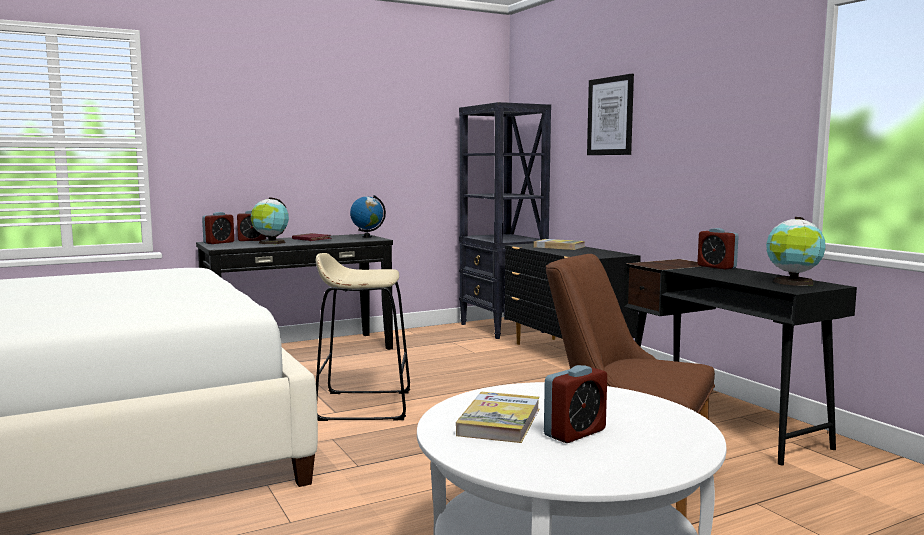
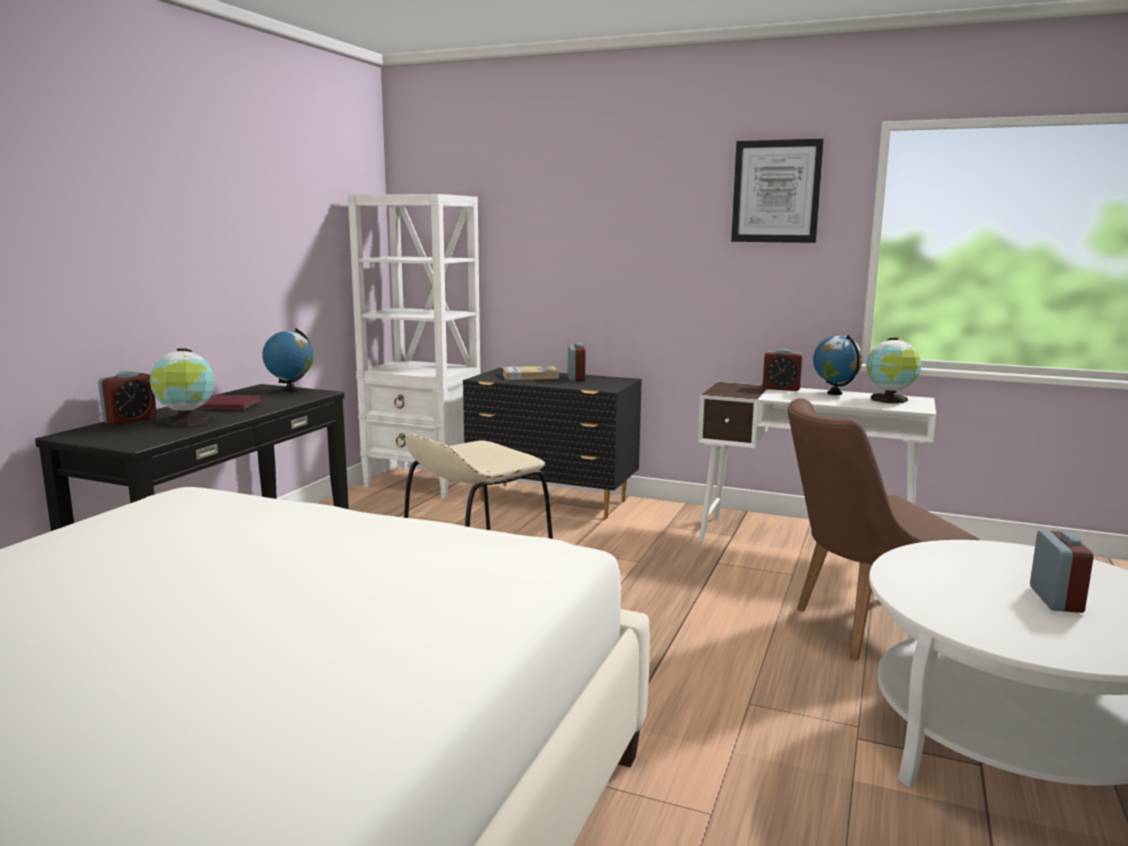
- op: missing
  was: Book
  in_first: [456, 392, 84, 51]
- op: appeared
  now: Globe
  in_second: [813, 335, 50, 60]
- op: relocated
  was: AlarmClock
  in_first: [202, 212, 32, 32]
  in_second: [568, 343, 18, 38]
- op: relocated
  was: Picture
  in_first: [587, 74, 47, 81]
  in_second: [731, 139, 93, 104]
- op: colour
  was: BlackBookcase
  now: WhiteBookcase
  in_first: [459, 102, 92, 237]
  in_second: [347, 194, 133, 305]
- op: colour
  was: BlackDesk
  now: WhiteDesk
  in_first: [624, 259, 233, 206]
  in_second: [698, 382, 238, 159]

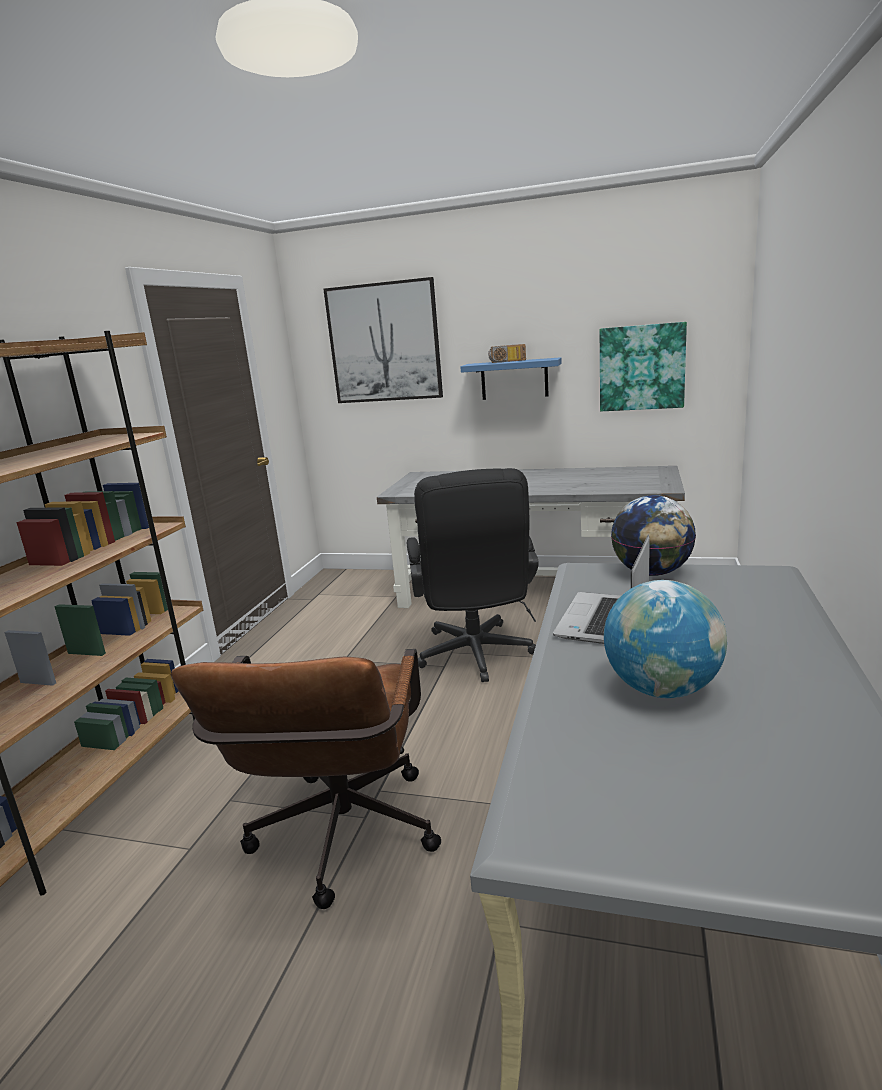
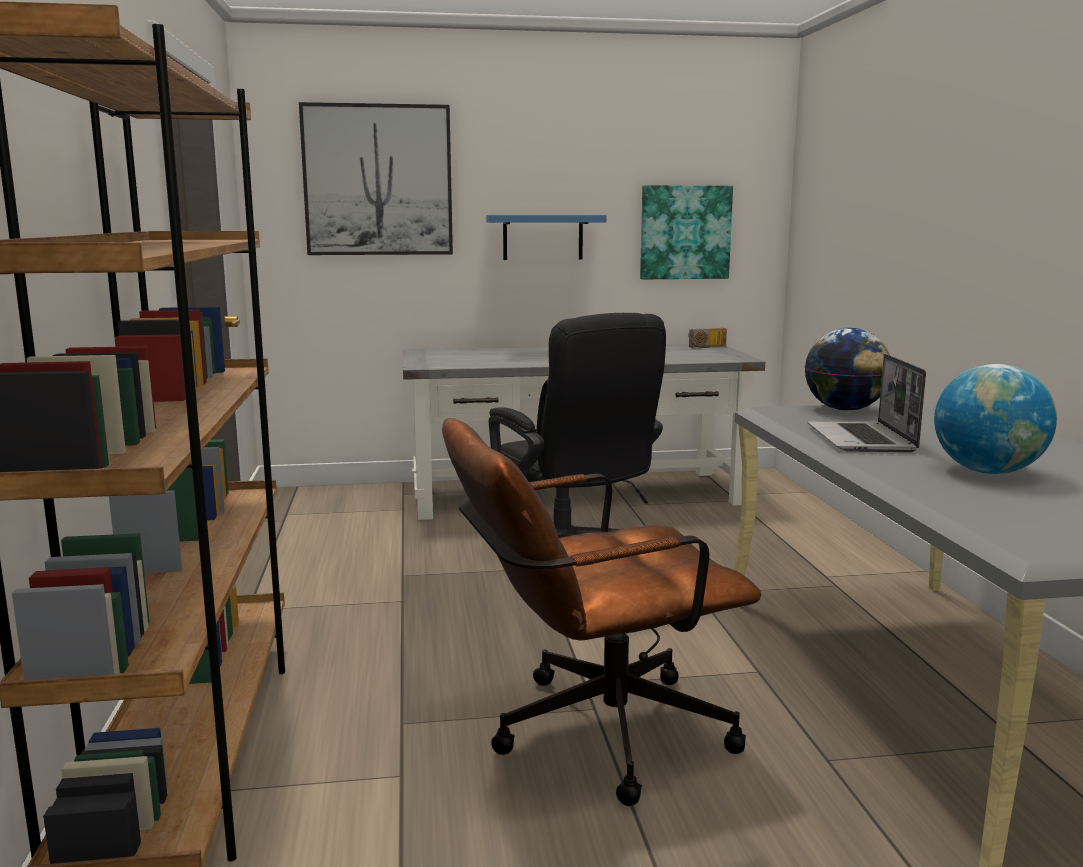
- op: relocated
  was: Radio
  in_first: [488, 344, 38, 19]
  in_second: [688, 328, 39, 20]
- op: spun
  was: BrownOfficeChair
  in_first: [171, 649, 270, 260]
  in_second: [442, 418, 319, 388]
  clockwise: 90

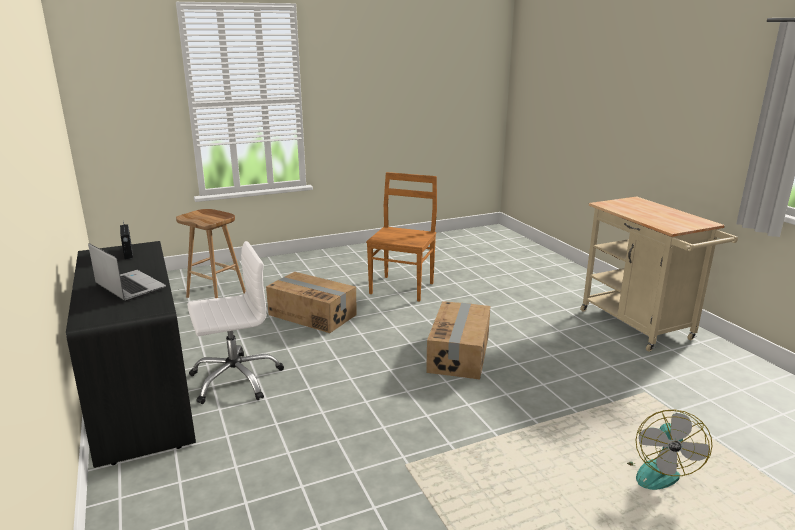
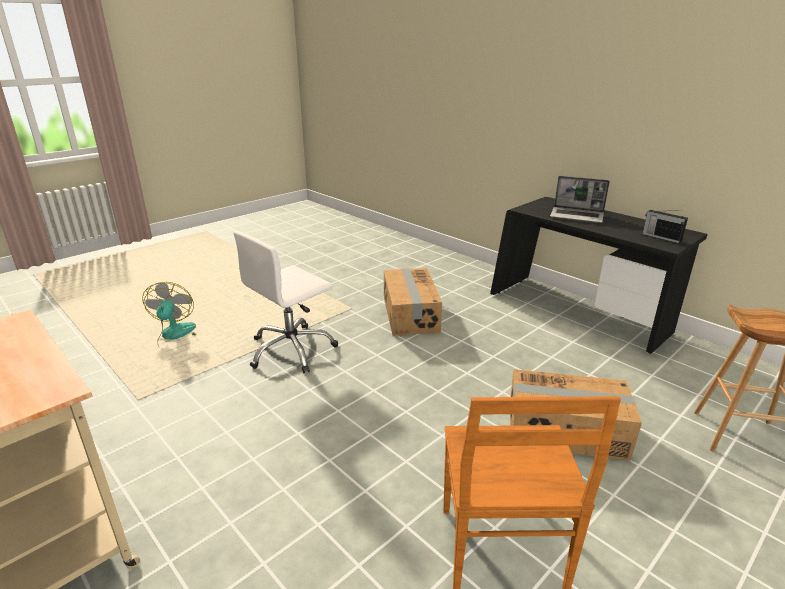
- op: relocated
  was: WhiteOfficeChair
  in_first: [187, 241, 97, 163]
  in_second: [233, 231, 105, 142]
- op: relocated
  was: CardboardBox
  in_first: [426, 301, 65, 79]
  in_second: [384, 268, 58, 67]

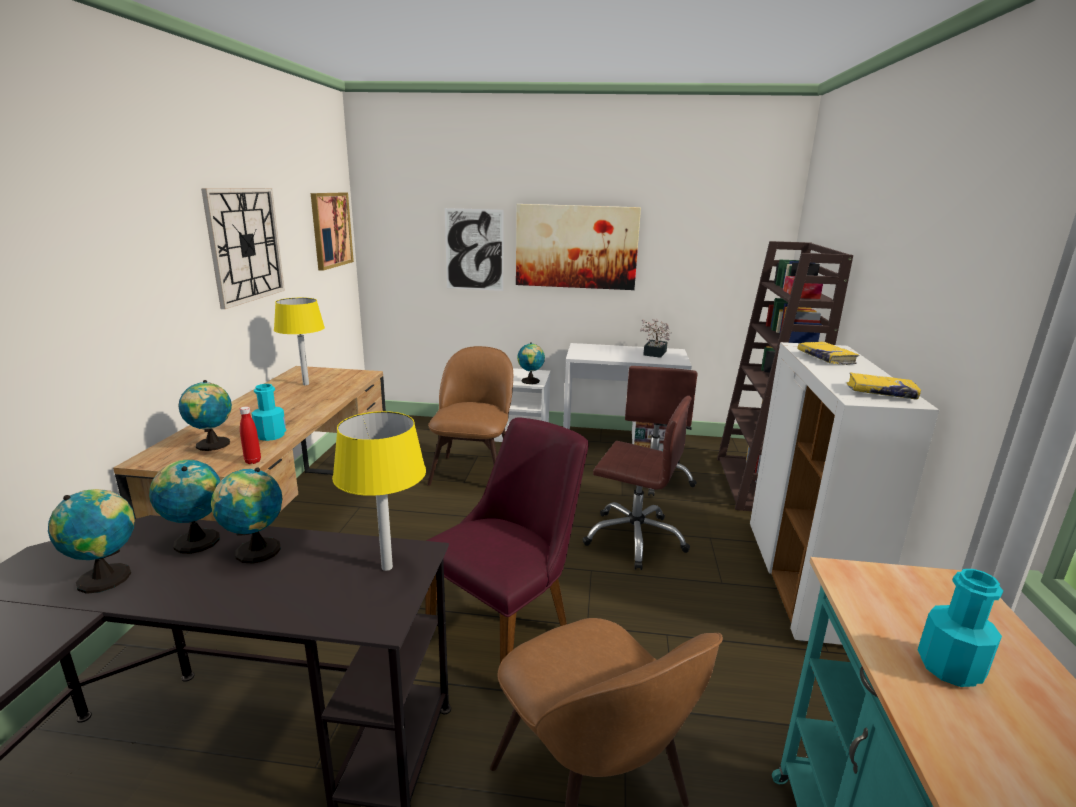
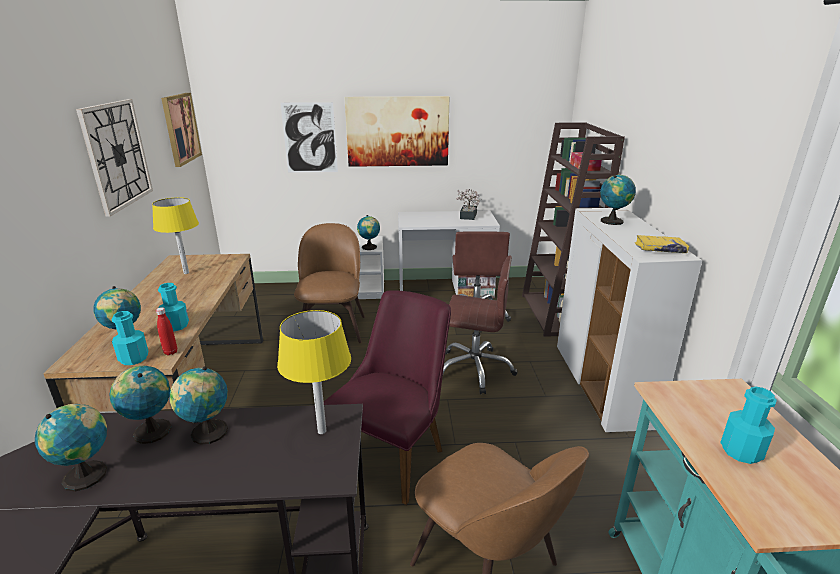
- op: appeared
  now: TurquoiseBottle
  in_second: [112, 311, 36, 54]
- op: exchanged
  was: YellowBook
  now: Globe
  in_first: [797, 342, 62, 23]
  in_second: [600, 175, 36, 50]

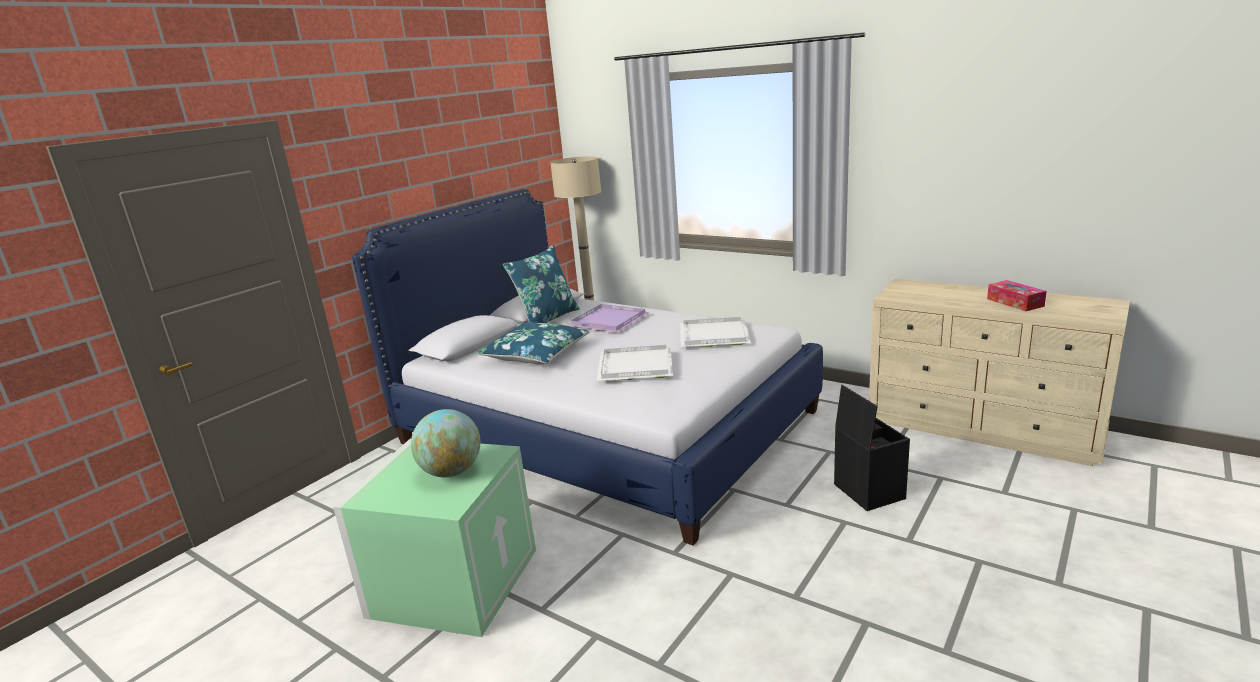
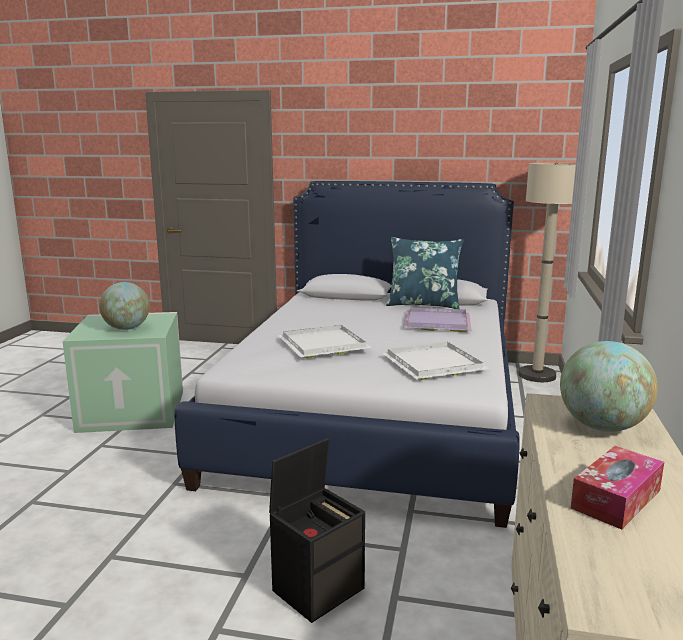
- op: missing
  was: BluePillow
  in_first: [477, 322, 112, 42]
- op: appeared
  now: Globe
  in_second: [560, 341, 98, 91]

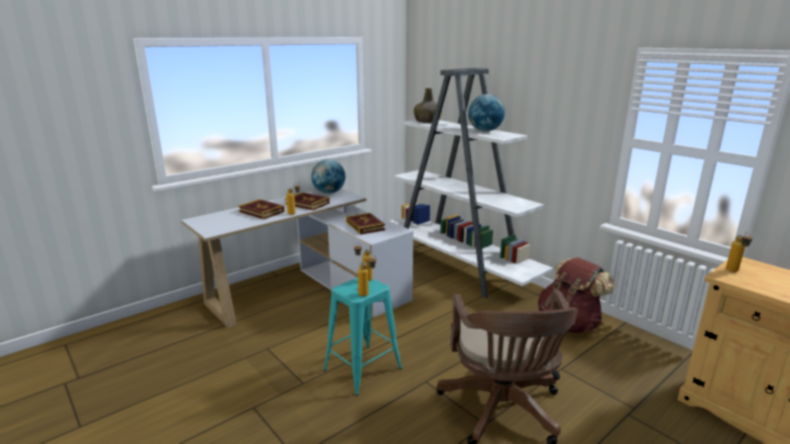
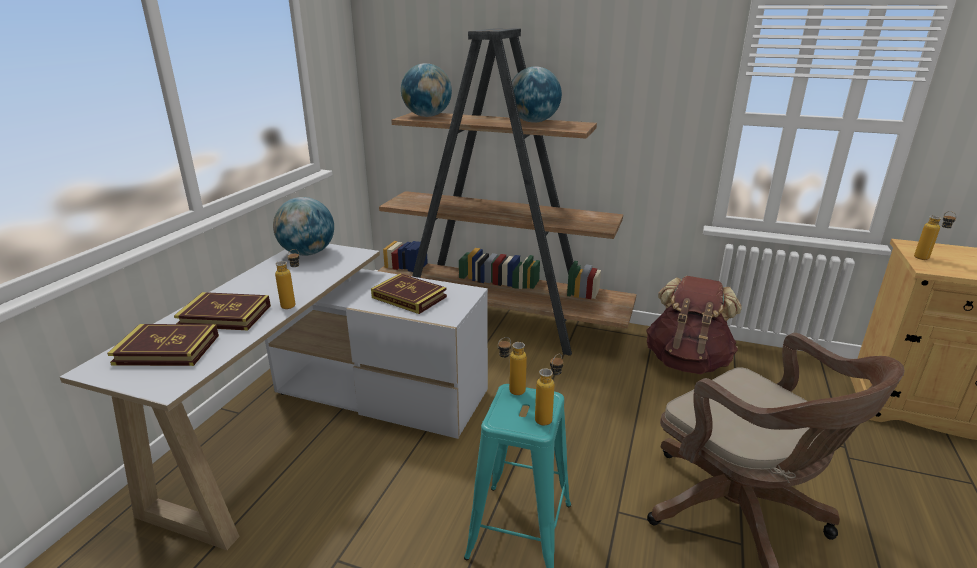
- op: relocated
  was: Book
  in_first: [285, 192, 45, 19]
  in_second: [107, 324, 112, 42]
- op: exchanged
  was: GreenBottle
  now: Globe
  in_first: [414, 88, 28, 35]
  in_second: [401, 63, 51, 54]
- op: colour
  was: WhiteBookcase
  now: BrownBookcase
  in_first: [391, 68, 162, 230]
  in_second: [378, 28, 259, 328]

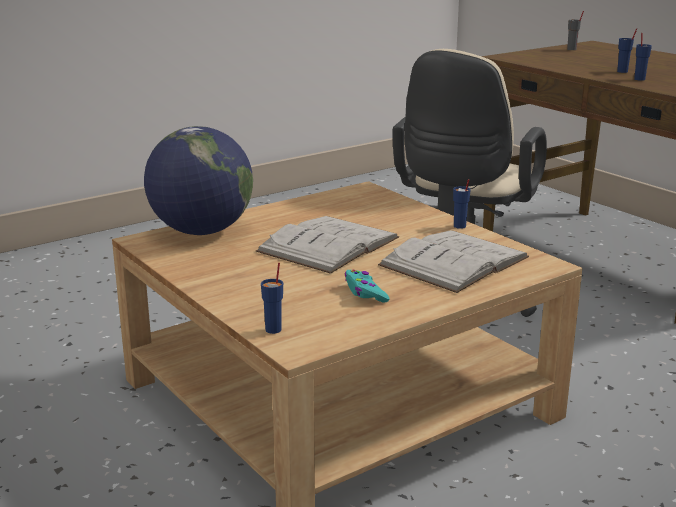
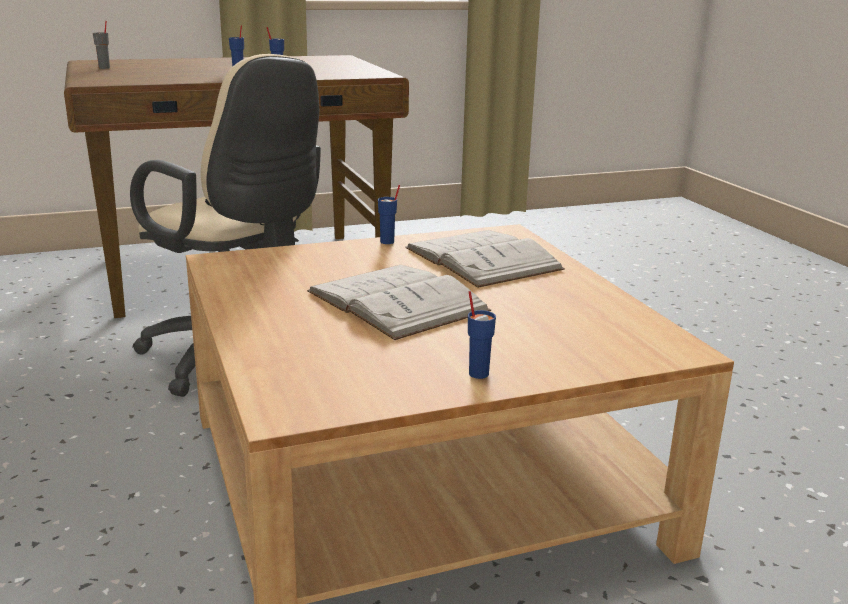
- op: missing
  was: Globe
  in_first: [144, 126, 109, 109]
- op: missing
  was: TurquoiseGameController
  in_first: [345, 270, 45, 33]
- op: relocated
  was: BlueCup
  in_first: [261, 263, 22, 71]
  in_second: [468, 291, 28, 88]

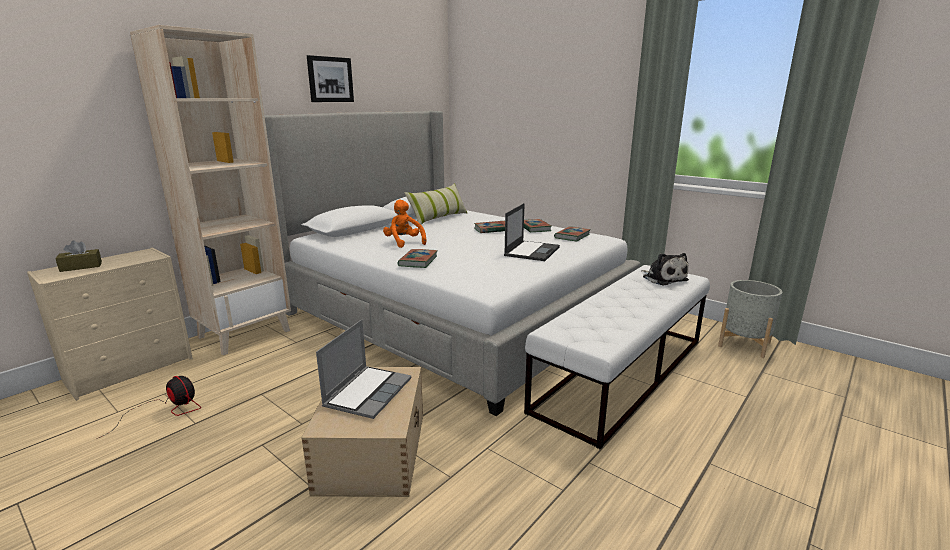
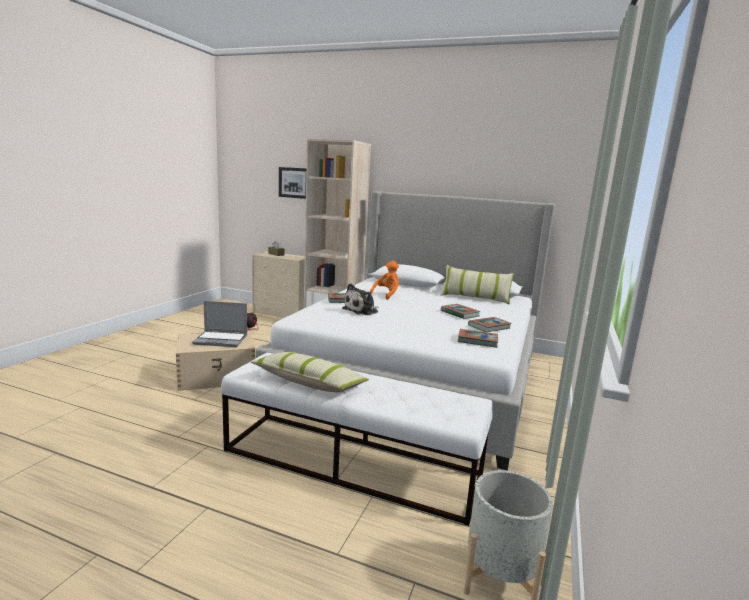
- op: missing
  was: Laptop
  in_first: [504, 203, 56, 58]
- op: appeared
  now: Pillow
  in_second: [251, 352, 118, 40]
- op: relocated
  was: Picture
  in_first: [307, 55, 47, 47]
  in_second: [279, 167, 27, 32]
- op: relocated
  was: PlushToy
  in_first: [641, 253, 48, 33]
  in_second: [342, 283, 36, 32]

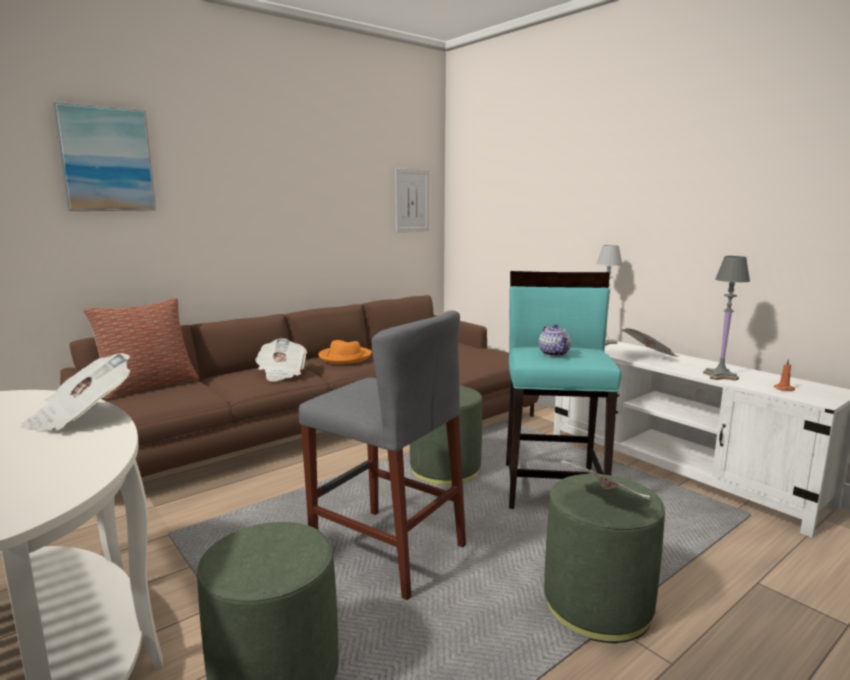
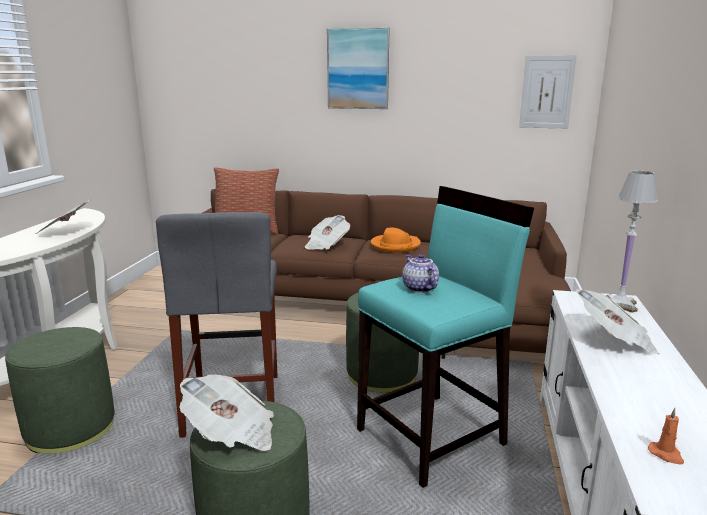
- op: missing
  was: GreyTableLamp
  in_first: [703, 256, 47, 125]
- op: relocated
  was: Picture
  in_first: [52, 102, 104, 109]
  in_second: [327, 27, 63, 82]
- op: spun
  was: Teapot
  in_first: [539, 324, 32, 33]
  in_second: [402, 254, 37, 39]
  clockwise: 120

